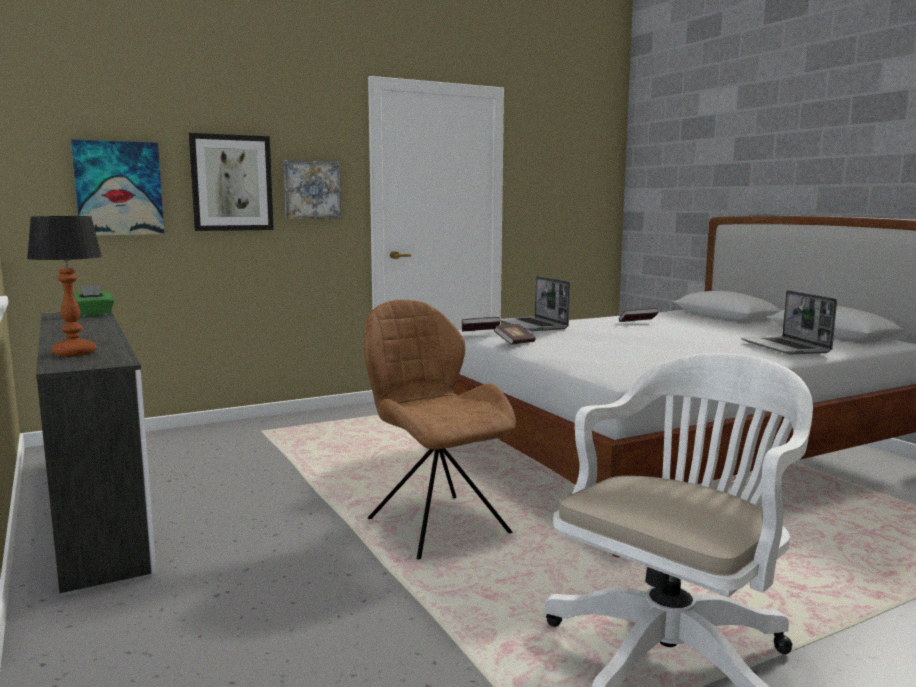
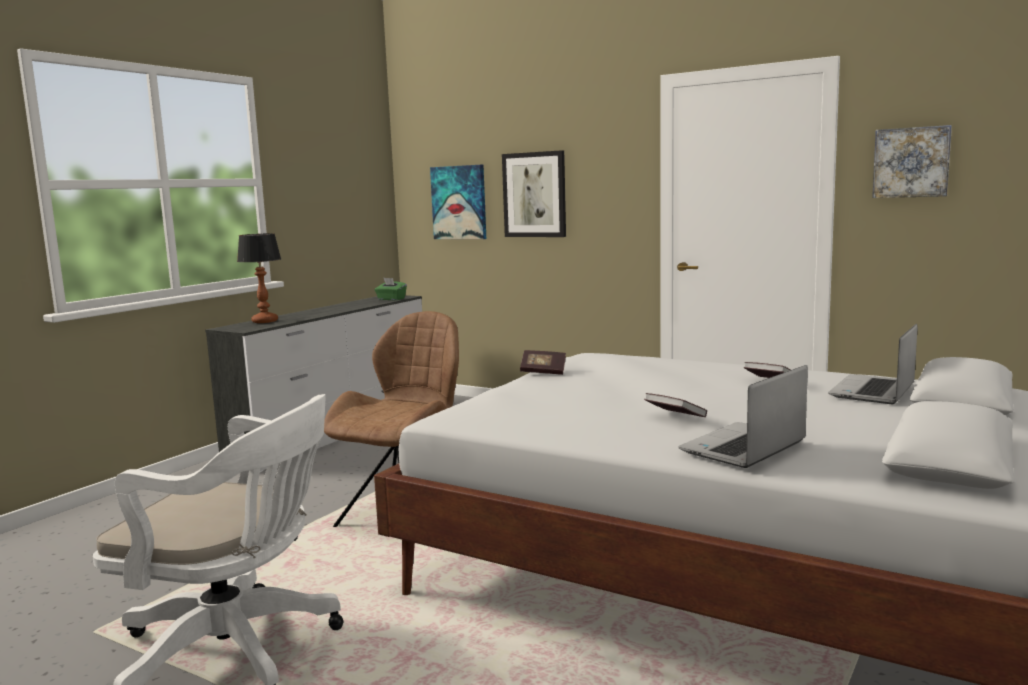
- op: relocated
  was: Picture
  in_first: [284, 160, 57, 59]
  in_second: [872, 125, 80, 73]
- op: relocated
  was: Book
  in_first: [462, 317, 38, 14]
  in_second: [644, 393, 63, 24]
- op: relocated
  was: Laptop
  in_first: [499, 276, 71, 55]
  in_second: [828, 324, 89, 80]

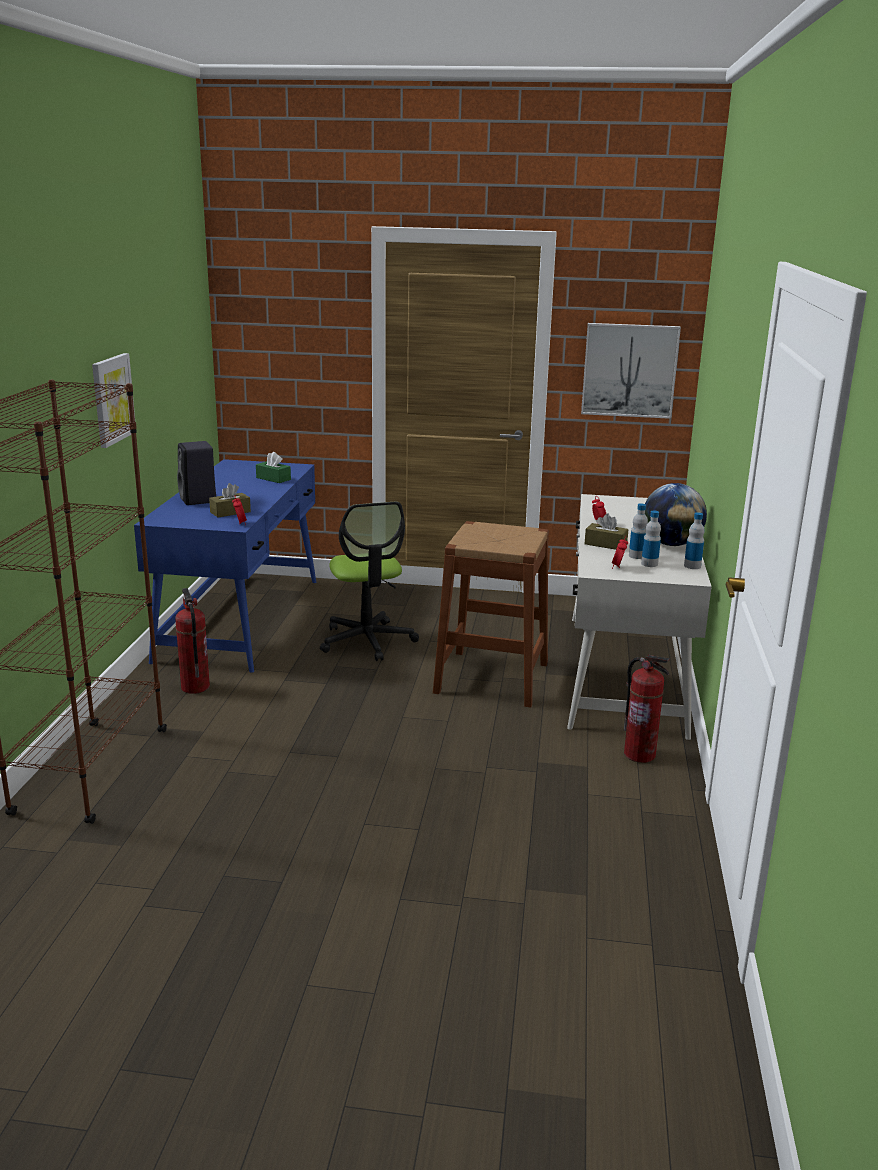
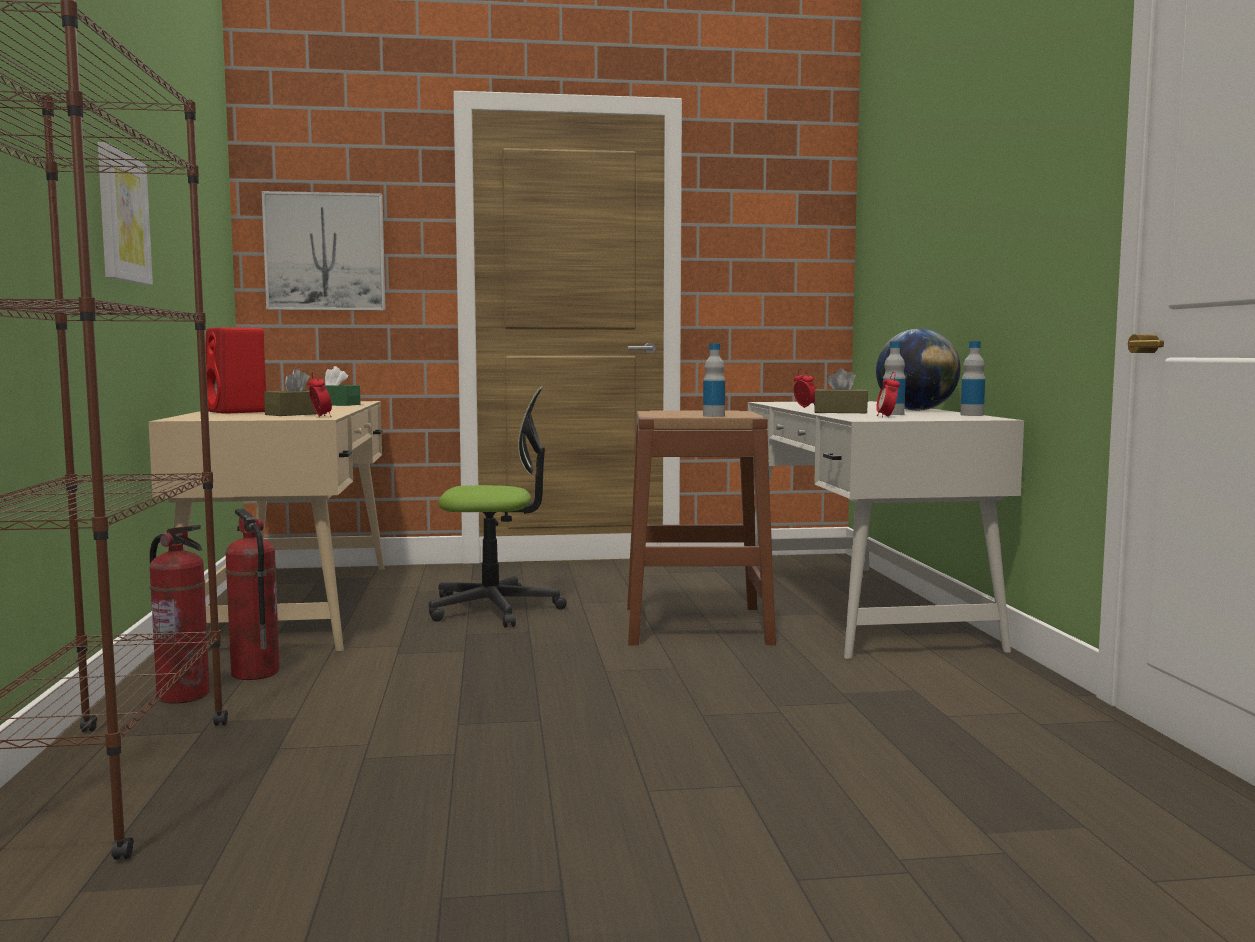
- op: relocated
  was: Picture
  in_first: [581, 323, 100, 96]
  in_second: [262, 191, 124, 120]
- op: relocated
  was: FireExtinguisher
  in_first: [624, 655, 46, 108]
  in_second: [150, 525, 60, 179]
- op: relocated
  was: Bottle
  in_first: [641, 510, 20, 57]
  in_second: [703, 343, 22, 74]
- op: colour
  was: BlueDesk
  now: BeigeDesk
  in_first: [134, 459, 182, 214]
  in_second: [148, 401, 236, 250]
- op: colour
  was: BlackSpeaker
  now: RedSpeaker
  in_first: [177, 441, 39, 64]
  in_second: [205, 327, 61, 87]
- op: spun
  was: OfficeChair
  in_first: [320, 502, 99, 159]
  in_second: [429, 386, 138, 241]
  clockwise: -60

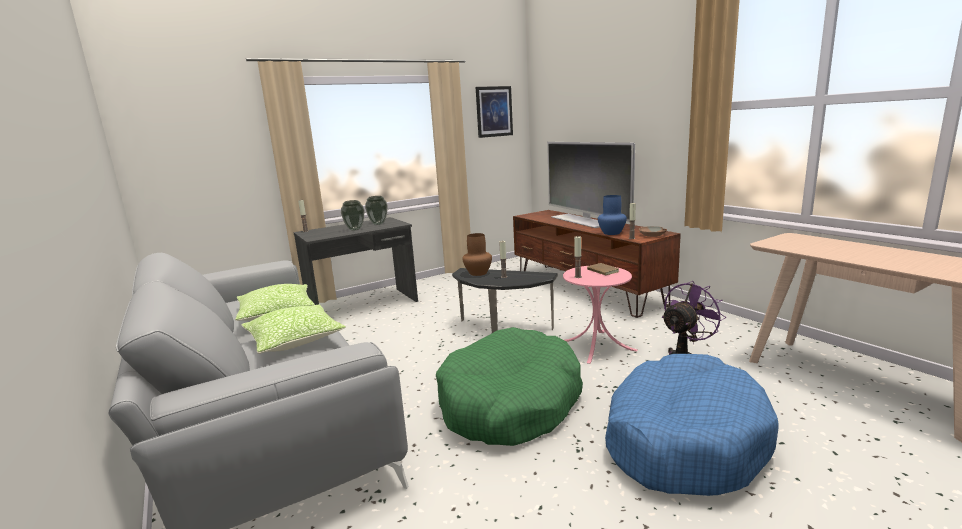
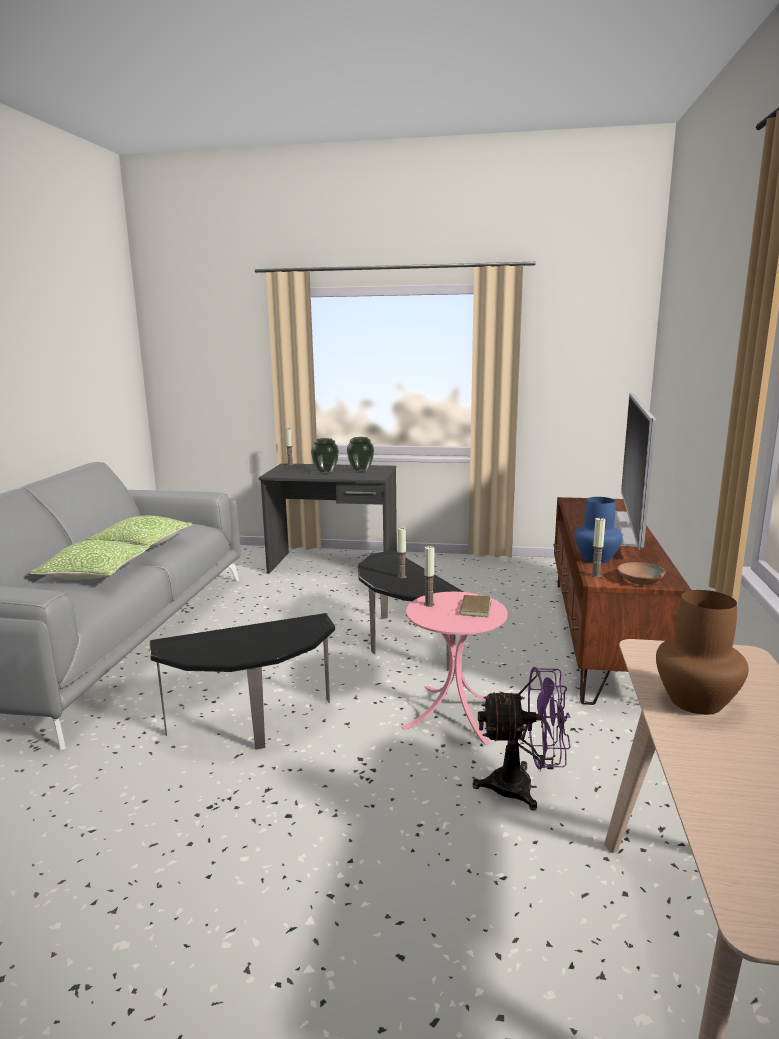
- op: missing
  was: Picture
  in_first: [476, 86, 37, 52]
- op: missing
  was: BlueDogBed
  in_first: [605, 354, 174, 142]
- op: relocated
  was: BrownVase
  in_first: [463, 233, 29, 43]
  in_second: [656, 590, 93, 125]
- op: exchanged
  was: GreenDogBed
  now: SideTable
  in_first: [436, 327, 147, 119]
  in_second: [150, 613, 185, 137]

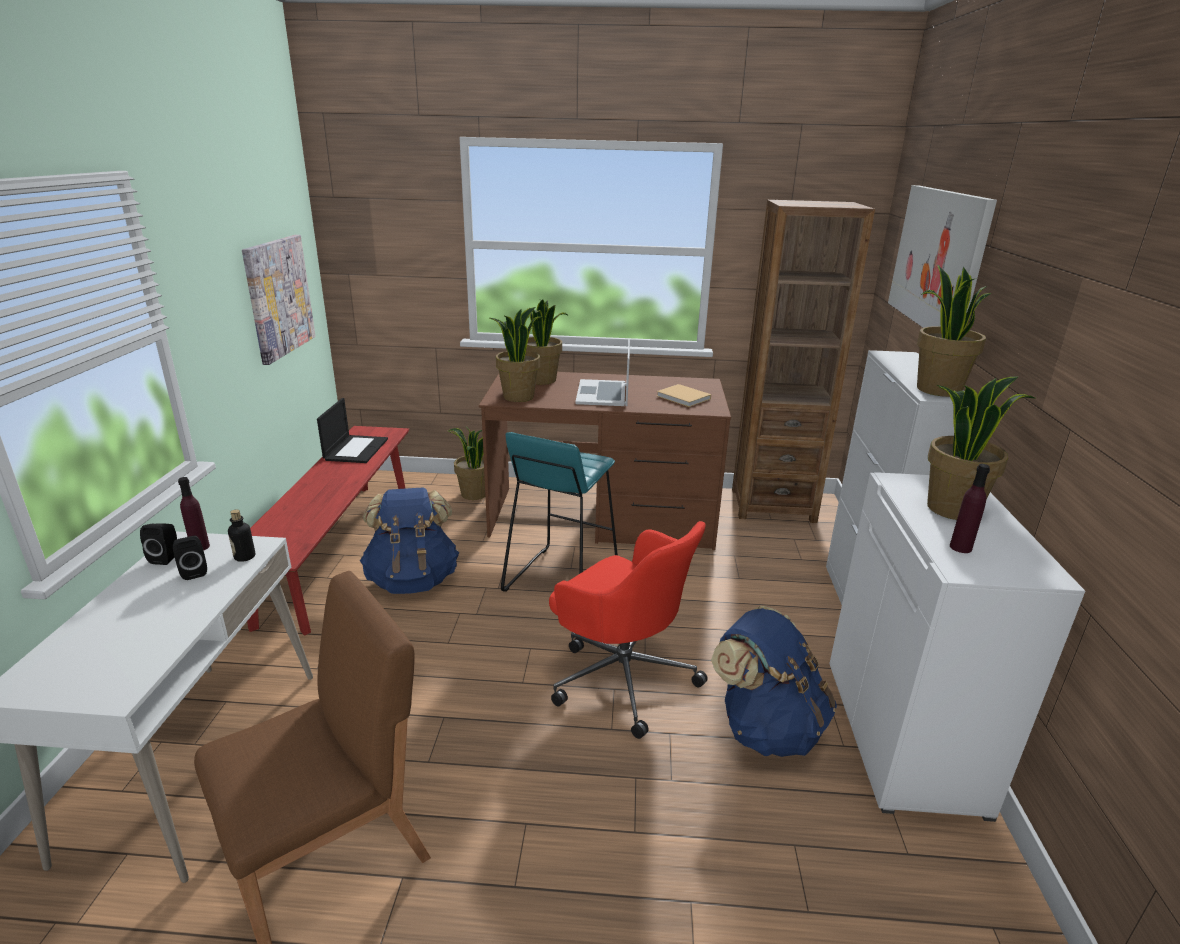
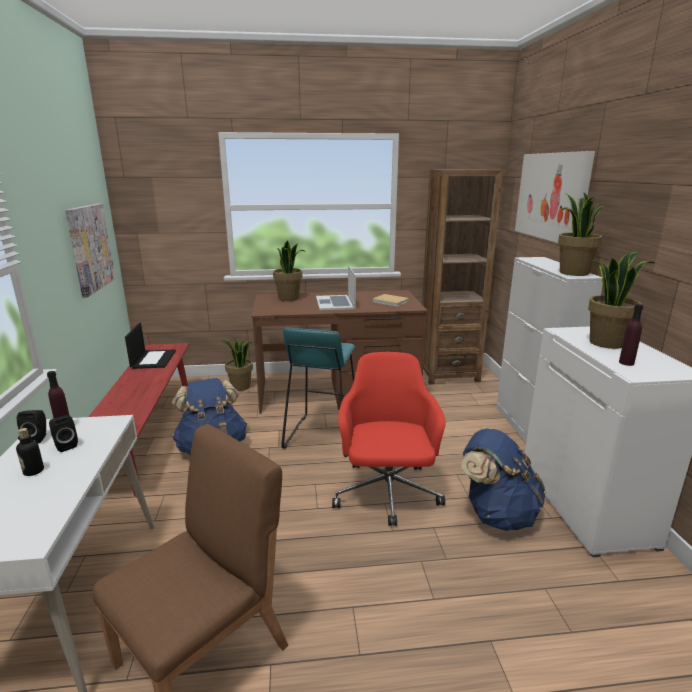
- op: missing
  was: PottedPlant
  in_first: [490, 307, 55, 95]
- op: relocated
  was: Bottle
  in_first: [228, 509, 27, 53]
  in_second: [16, 428, 28, 48]
- op: spun
  was: RedOfficeChair
  in_first: [549, 521, 159, 218]
  in_second: [332, 352, 114, 174]
  clockwise: -120

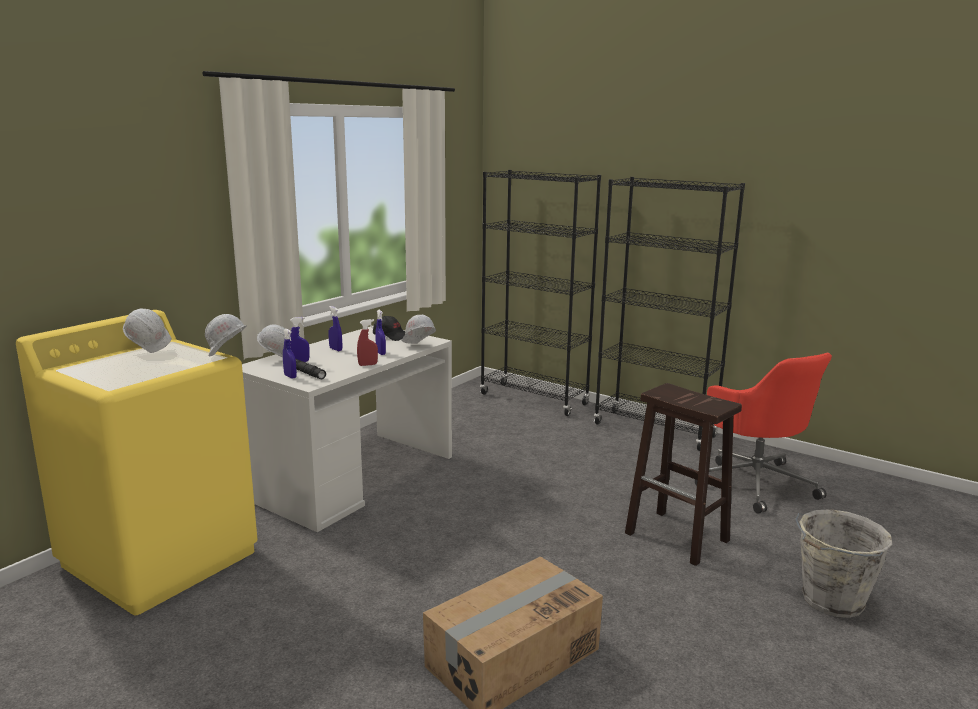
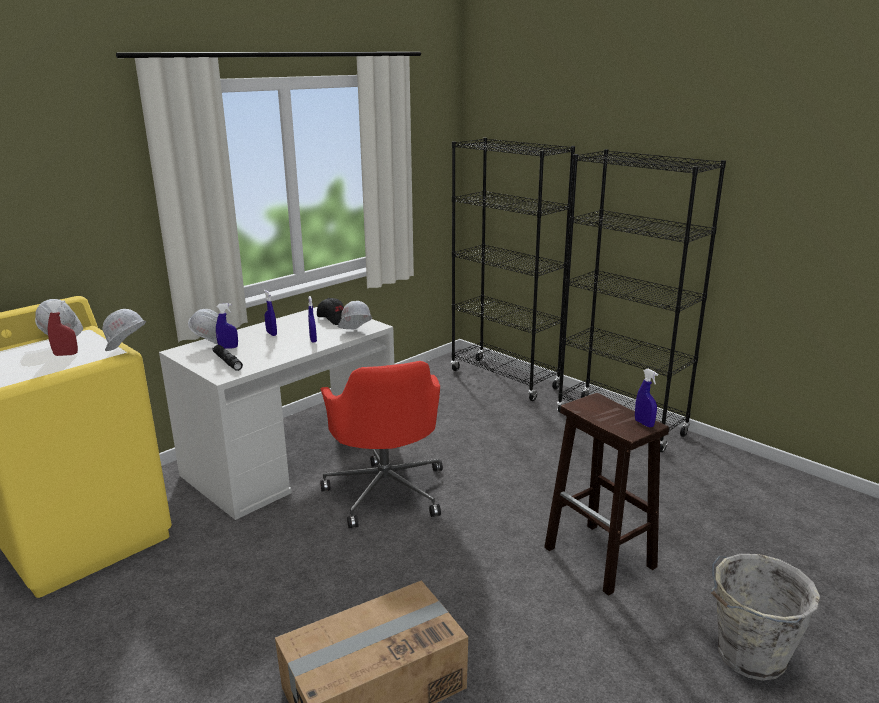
- op: relocated
  was: BlueSprayBottle
  in_first: [283, 329, 14, 50]
  in_second: [635, 369, 23, 58]
- op: relocated
  was: RedSprayBottle
  in_first: [357, 319, 21, 47]
  in_second: [46, 300, 32, 56]
- op: relocated
  was: RedOfficeChair
  in_first: [695, 353, 137, 161]
  in_second: [320, 361, 123, 168]

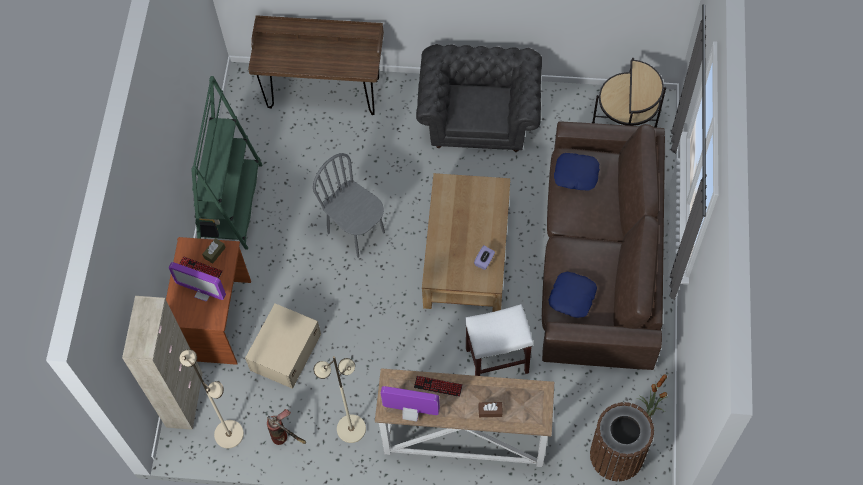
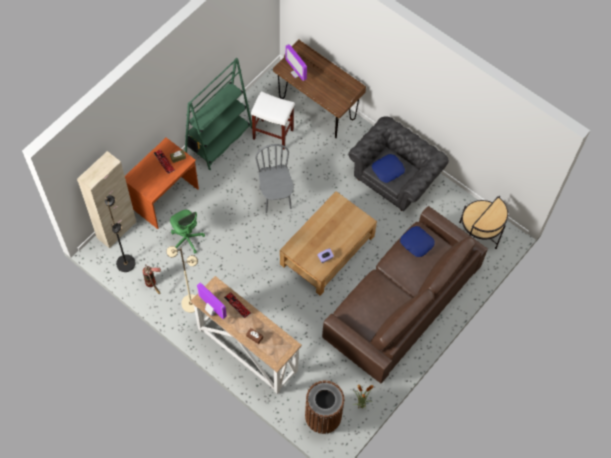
- op: relocated
  was: Monitor
  in_first: [169, 262, 57, 40]
  in_second: [285, 44, 22, 37]
- op: relocated
  was: WhiteStool
  in_first: [465, 304, 68, 72]
  in_second: [251, 91, 44, 59]
- op: relocated
  was: BluePillow
  in_first: [548, 272, 49, 46]
  in_second: [372, 154, 33, 29]
- op: exchanged
  was: BeigeStorageBox
  now: GreenOfficeChair
  in_first: [245, 304, 76, 85]
  in_second: [170, 210, 35, 44]
- op: colour
  was: BeigeFloorLamp
  now: BlackFloorLamp
  in_first: [180, 349, 64, 99]
  in_second: [105, 196, 31, 76]

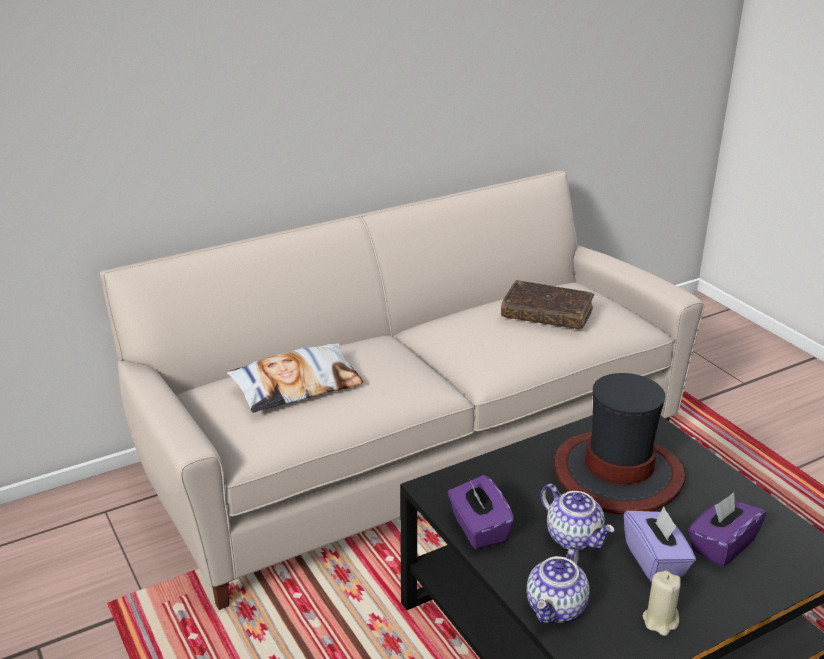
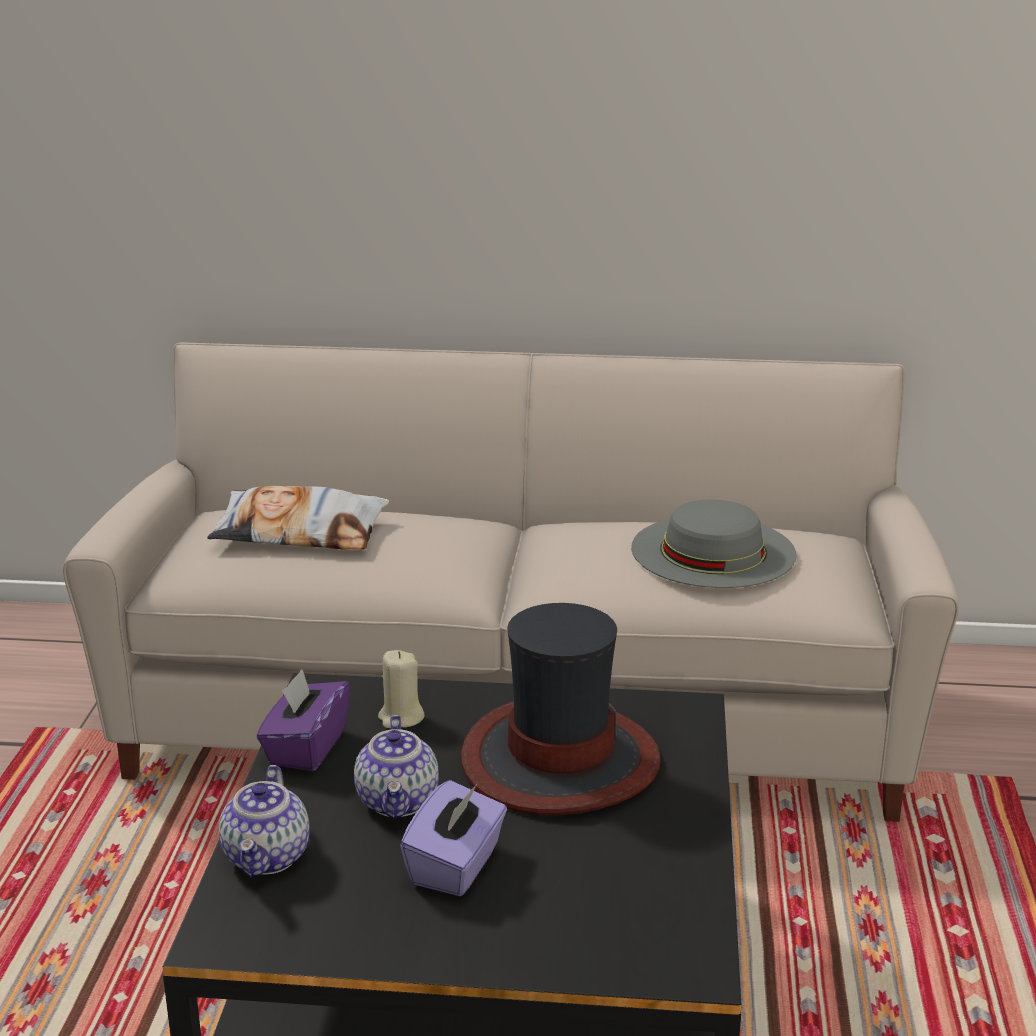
- op: missing
  was: PurpleTissueBox
  in_first: [688, 492, 78, 75]
- op: relocated
  was: BeigeCandle
  in_first: [643, 571, 38, 65]
  in_second: [378, 650, 47, 78]
- op: exchanged
  was: BrownBook
  now: GreyHat
  in_first: [501, 280, 93, 49]
  in_second: [631, 500, 166, 88]
- op: spun
  was: Teapot
  in_first: [526, 545, 64, 78]
  in_second: [219, 765, 90, 112]
  clockwise: -60

